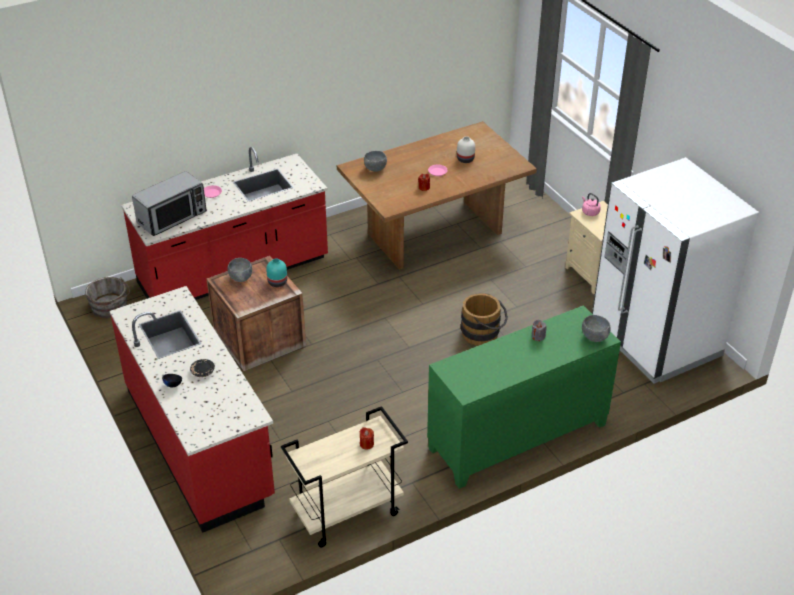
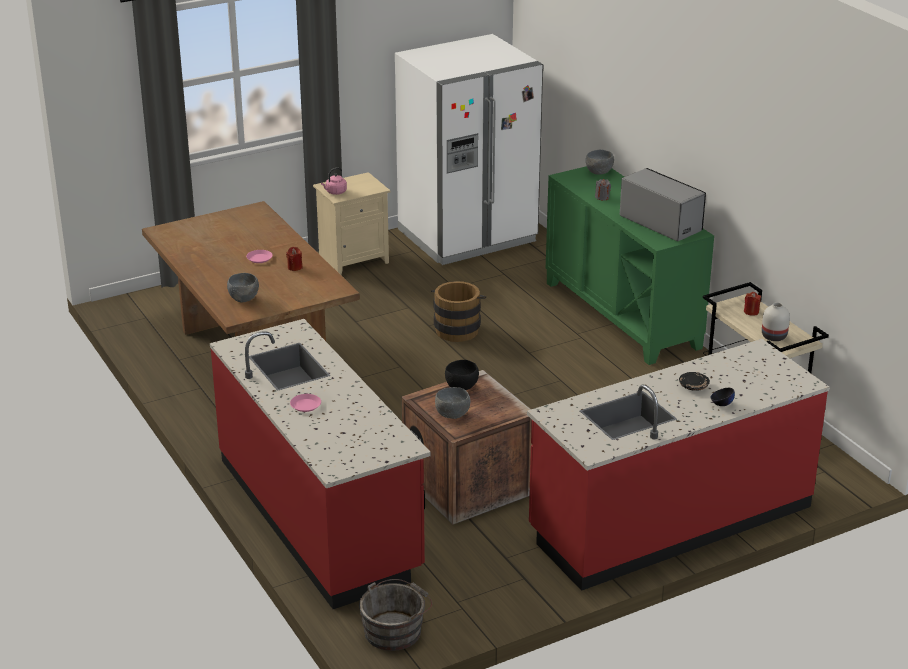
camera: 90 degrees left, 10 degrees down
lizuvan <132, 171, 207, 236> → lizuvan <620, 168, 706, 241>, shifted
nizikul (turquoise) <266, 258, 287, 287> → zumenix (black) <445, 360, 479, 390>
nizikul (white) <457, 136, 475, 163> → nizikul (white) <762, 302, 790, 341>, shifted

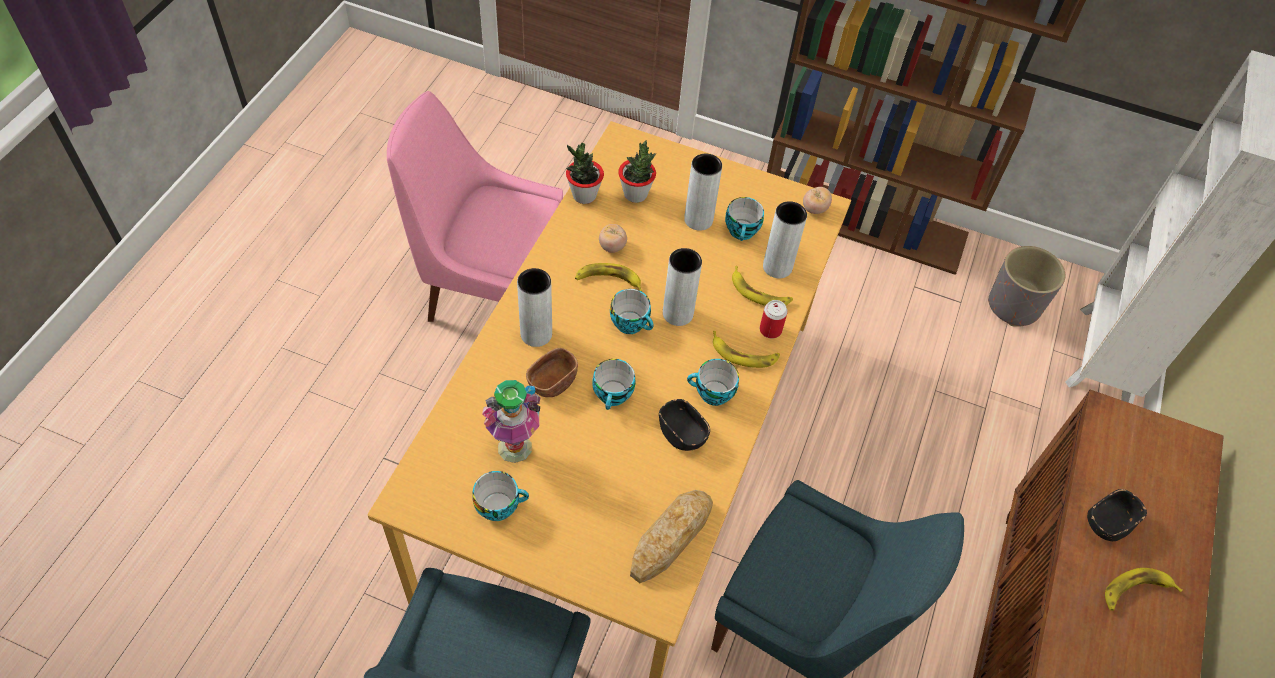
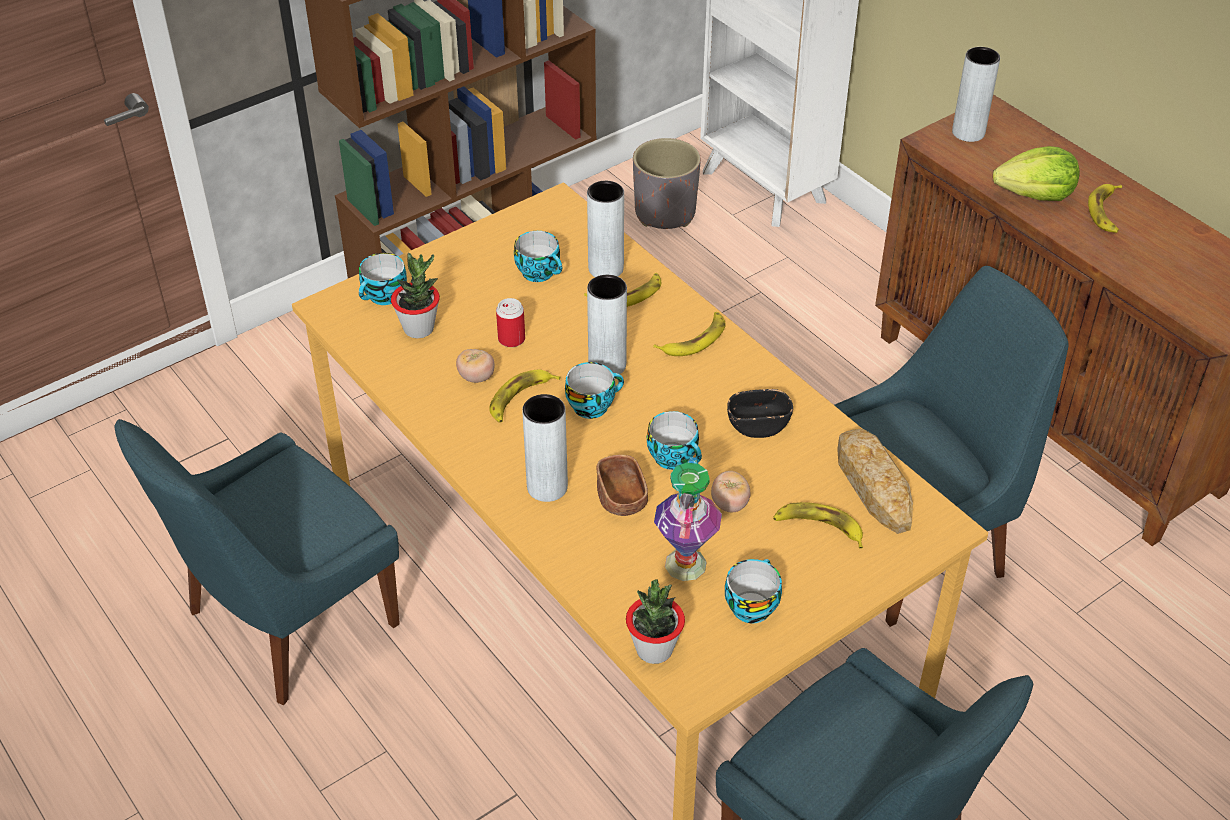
camera: 55 degrees left, 10 degrees down
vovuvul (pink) <387, 91, 563, 322> → vovuvul (blue) <114, 419, 400, 705>
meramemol <566, 142, 604, 204> → meramemol <626, 580, 685, 664>, shifted
nizikul (grey) <684, 154, 722, 231> → nizikul (grey) <952, 47, 1000, 142>, shifted
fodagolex <687, 359, 739, 406> → fodagolex <359, 253, 407, 305>, shifted
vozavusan <760, 300, 788, 339> → vozavusan <496, 298, 525, 347>, shifted
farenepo <803, 187, 832, 214> → farenepo <711, 471, 750, 512>, shifted
zumenix (black) <1087, 489, 1147, 541> → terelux <993, 146, 1080, 201>
- → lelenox <773, 502, 863, 549>

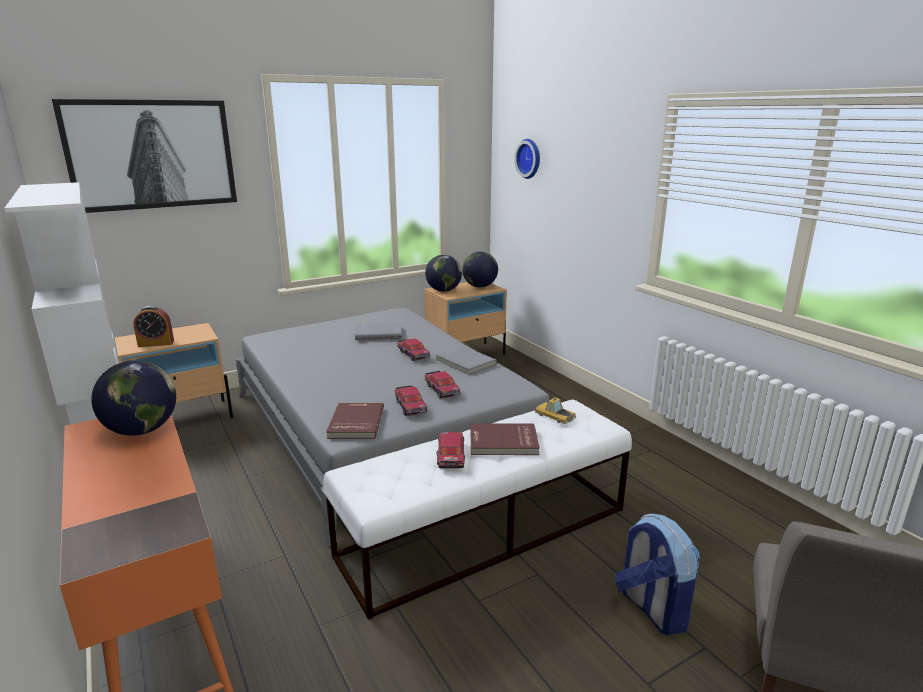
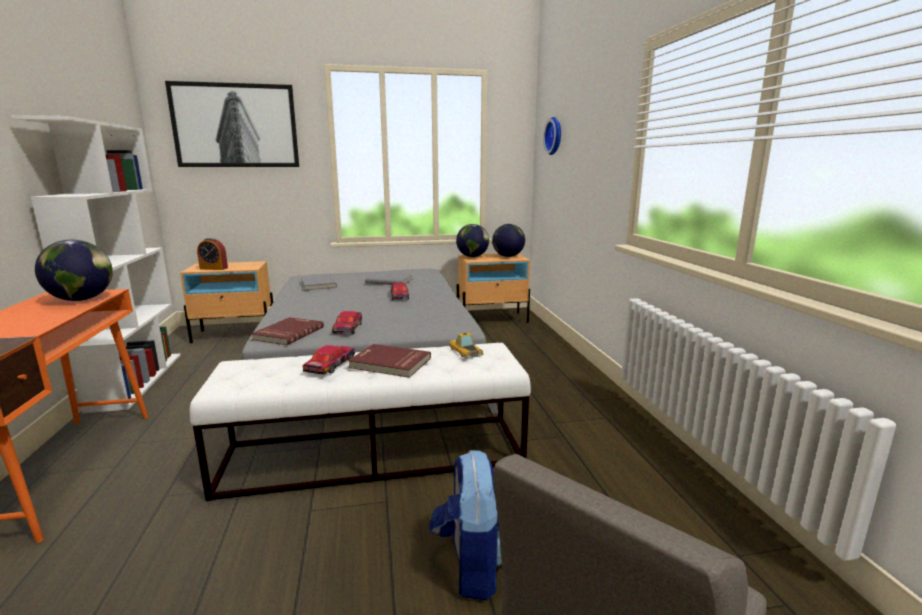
camera: 20 degrees right, 5 degrees down
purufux <425, 371, 461, 399> → -
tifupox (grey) <436, 346, 497, 375> → tifupox (grey) <301, 275, 337, 290>, shifted

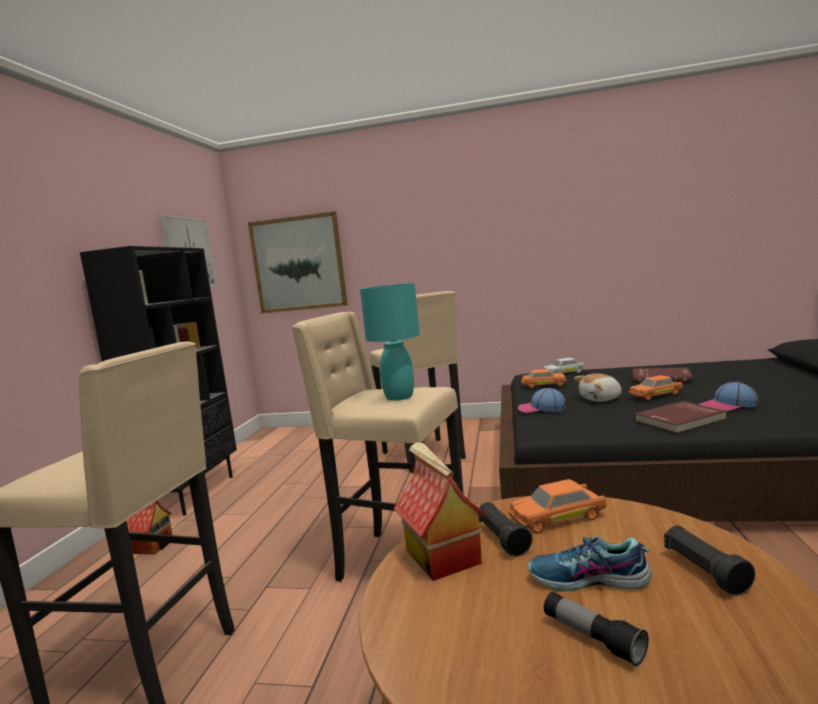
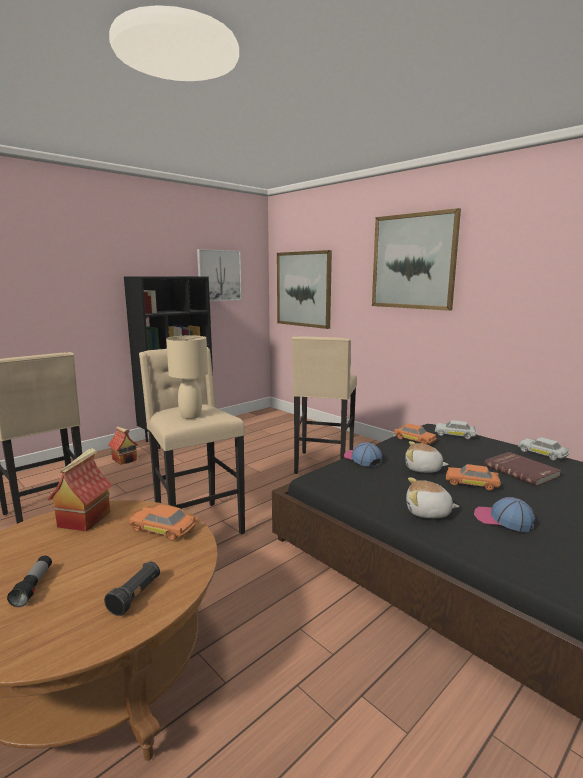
camera: 35 degrees right, 5 degrees up
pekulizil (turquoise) <360, 283, 420, 401> → pekulizil (beige) <166, 335, 208, 419>
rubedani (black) <479, 502, 532, 557> → -
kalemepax <528, 536, 652, 591> → -
tifupox (red) <634, 401, 727, 433> → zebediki <406, 478, 459, 518>
- → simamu <372, 208, 461, 311>
- → purufux (white) <518, 437, 569, 460>

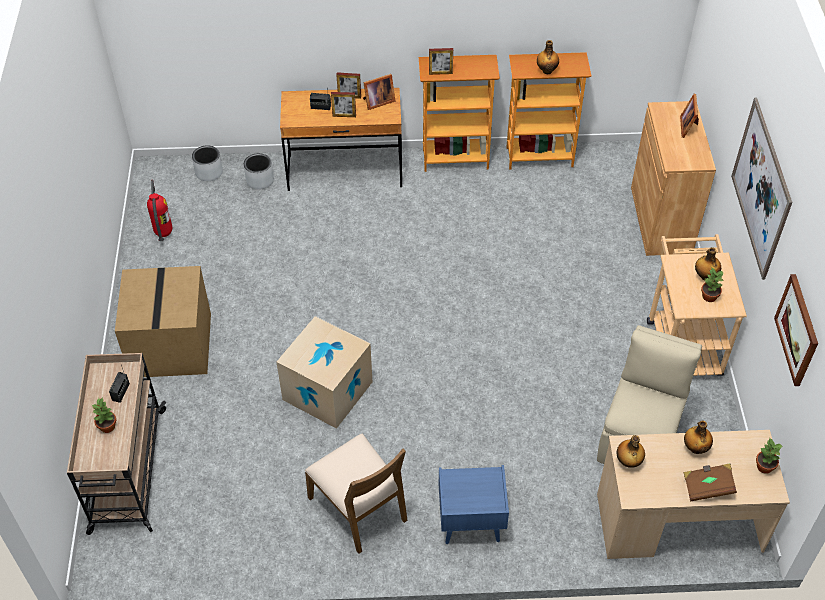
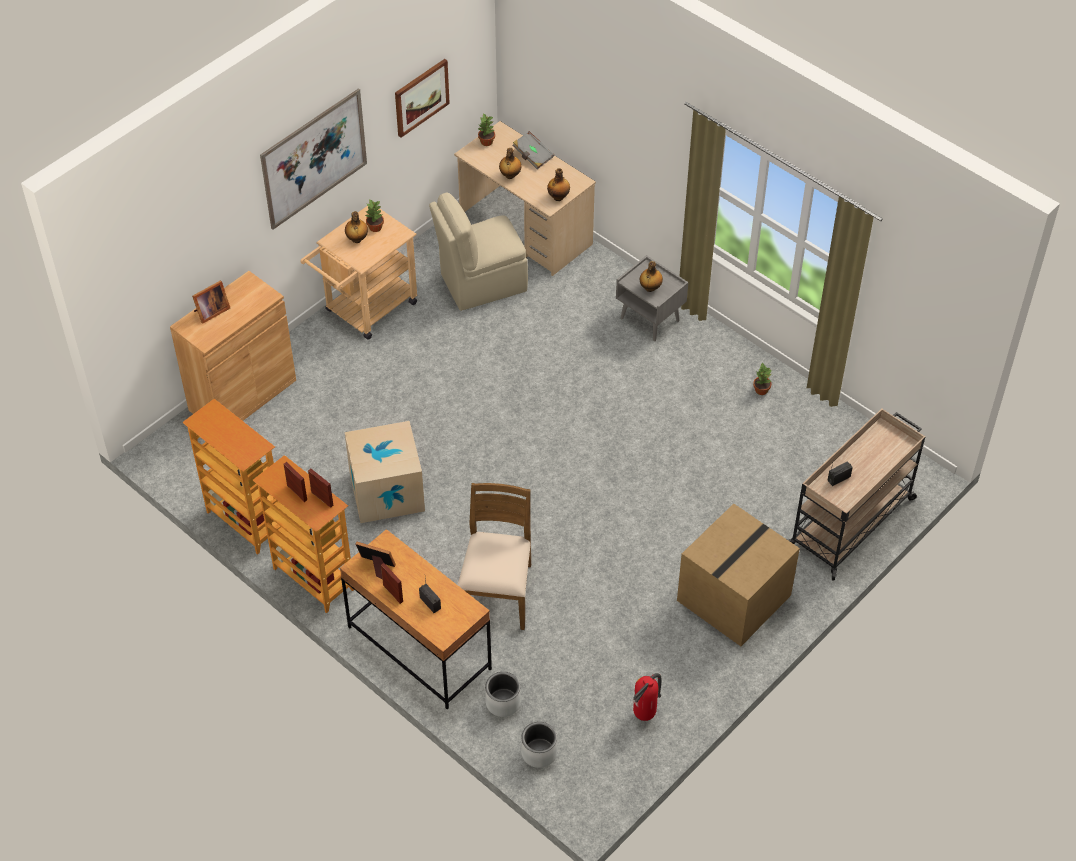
camera: 135 degrees left, 0 degrees up
meramemol <92, 398, 116, 433> → meramemol <753, 363, 772, 395>, shifted
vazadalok <277, 316, 372, 429> → vazadalok <345, 421, 425, 523>, shifted
vovuvul (brown) <305, 434, 408, 554> → vovuvul (brown) <457, 483, 531, 630>, shifted
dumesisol <331, 92, 356, 117> → dumesisol <284, 462, 307, 502>, shifted
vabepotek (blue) <439, 465, 509, 544> → vabepotek (grey) <616, 255, 688, 341>
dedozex <537, 40, 559, 74> → dedozex <640, 261, 663, 292>, shifted
tifupox (brown) <684, 464, 737, 502> → tifupox (grey) <512, 131, 554, 169>

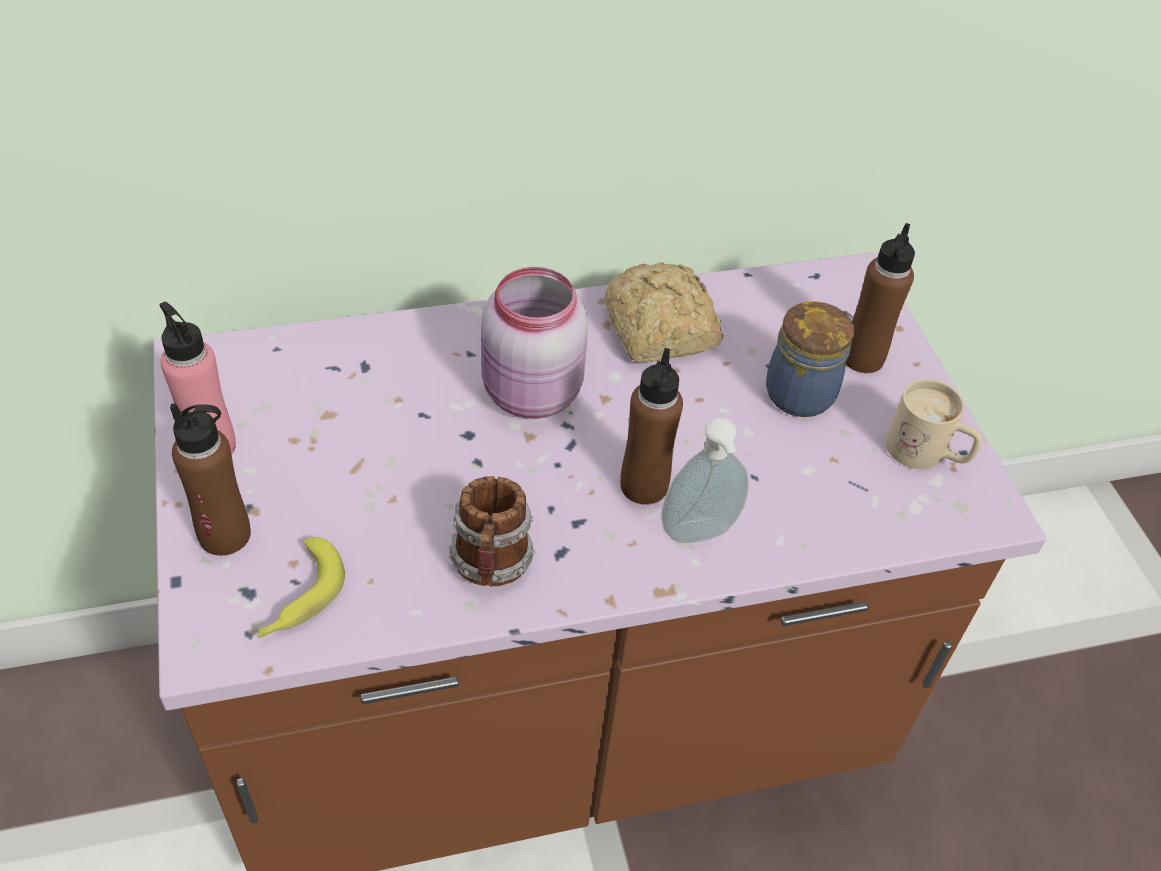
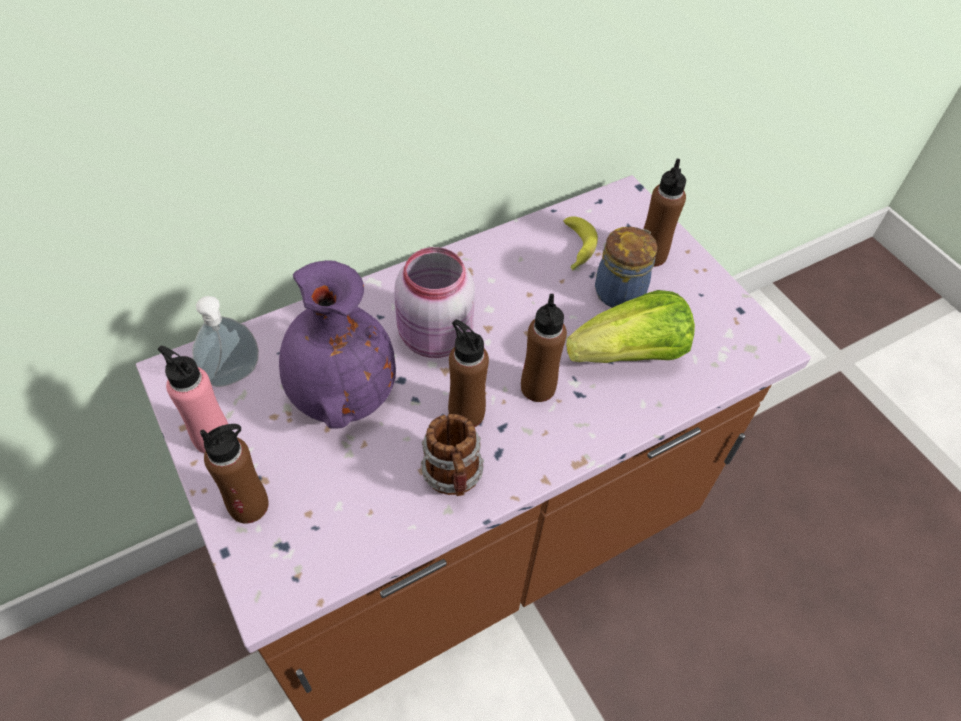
camera: 15 degrees left, 5 degrees up
lelenox <258, 537, 345, 638> → lelenox <563, 216, 598, 270>, shifted
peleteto <604, 263, 724, 362> → -
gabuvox <661, 417, 749, 543> → gabuvox <192, 296, 259, 387>, shifted
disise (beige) <886, 379, 982, 469> → -
- → nizikul (purple) <279, 260, 396, 429>
- → dedozex (brown) <448, 320, 489, 427>
- → terelux <566, 290, 695, 363>

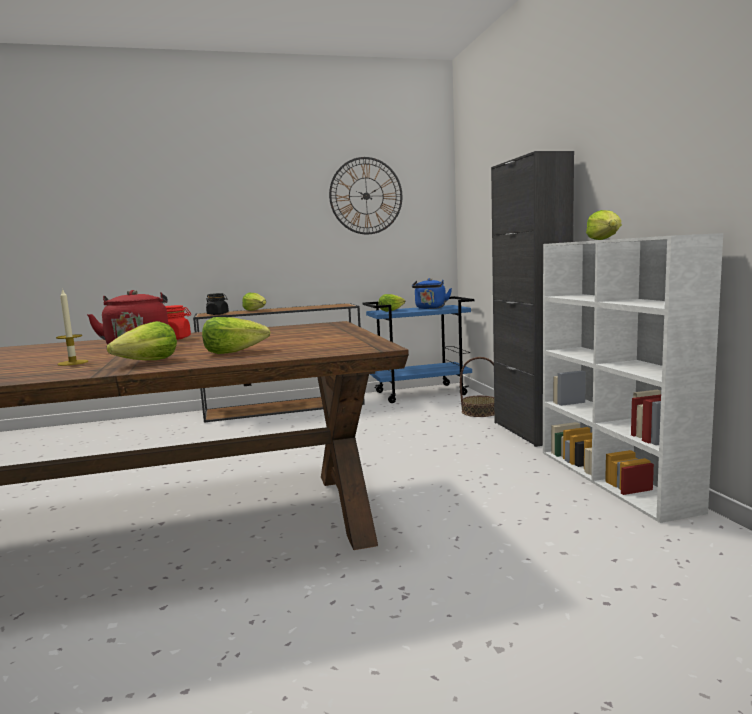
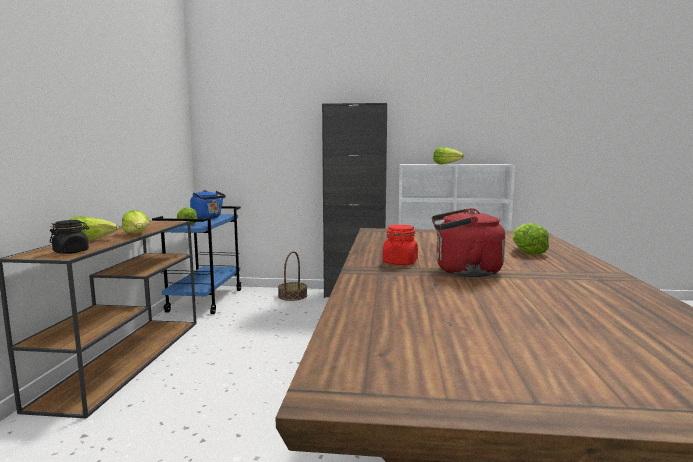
camera: 70 degrees left, 0 degrees up
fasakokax <56, 288, 88, 366> → -
terelux <107, 321, 177, 360> → terelux <122, 210, 149, 234>, shifted
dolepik <329, 157, 402, 234> → -

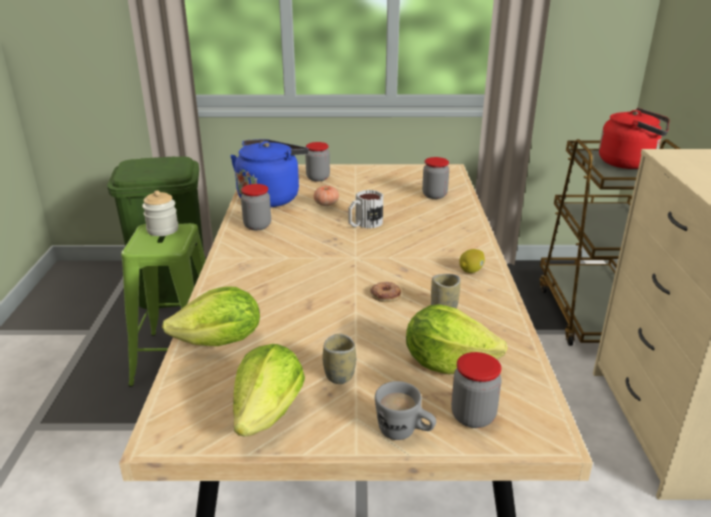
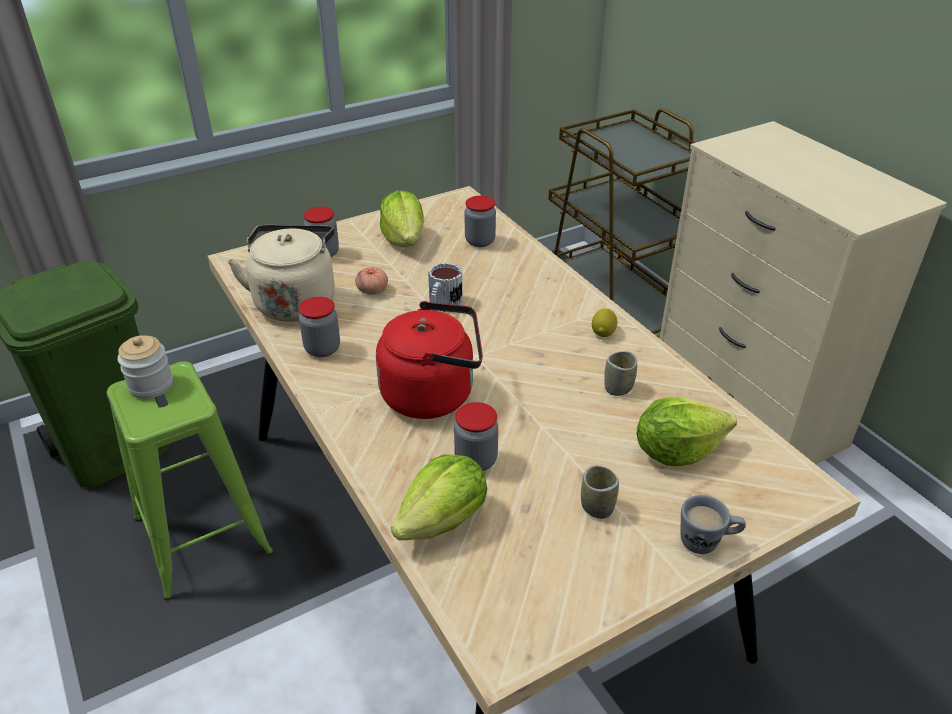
camera: 30 degrees left, 10 degrees up
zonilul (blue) <230, 139, 309, 207> → zonilul (beige) <227, 225, 335, 322>
terelux <233, 344, 305, 437> → terelux <380, 191, 424, 247>, shifted
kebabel <370, 282, 401, 302> → -
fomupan <451, 352, 502, 428> → fomupan <454, 402, 498, 471>, shifted
zonilul (red) <599, 108, 669, 169> → zonilul (red) <376, 301, 483, 419>, shifted

